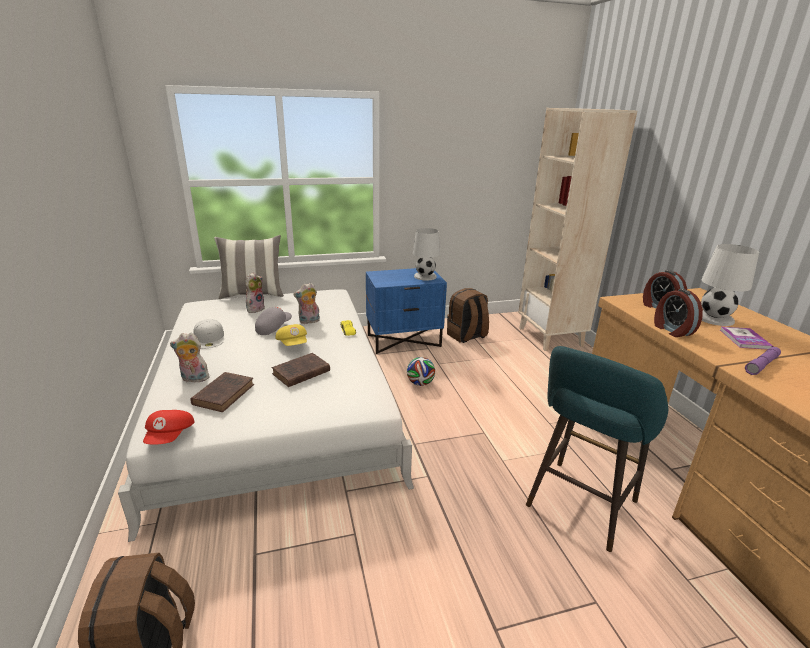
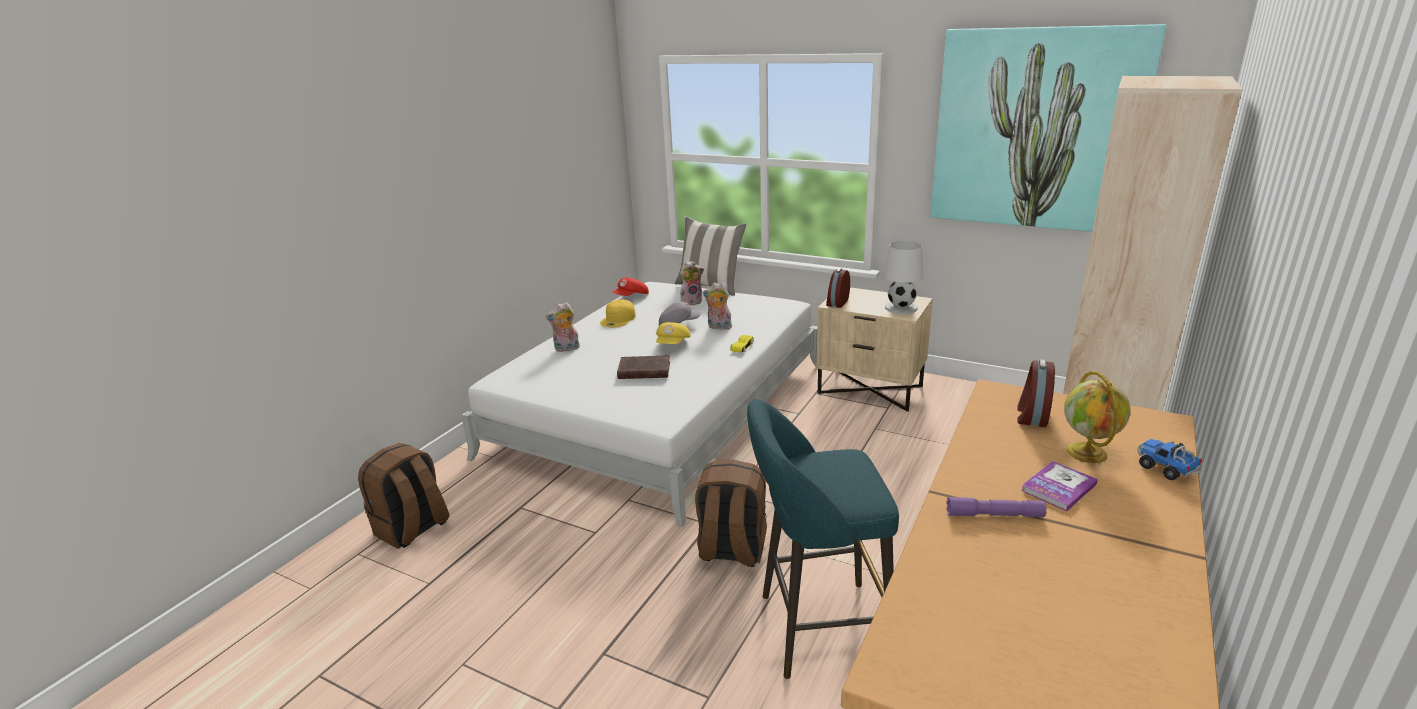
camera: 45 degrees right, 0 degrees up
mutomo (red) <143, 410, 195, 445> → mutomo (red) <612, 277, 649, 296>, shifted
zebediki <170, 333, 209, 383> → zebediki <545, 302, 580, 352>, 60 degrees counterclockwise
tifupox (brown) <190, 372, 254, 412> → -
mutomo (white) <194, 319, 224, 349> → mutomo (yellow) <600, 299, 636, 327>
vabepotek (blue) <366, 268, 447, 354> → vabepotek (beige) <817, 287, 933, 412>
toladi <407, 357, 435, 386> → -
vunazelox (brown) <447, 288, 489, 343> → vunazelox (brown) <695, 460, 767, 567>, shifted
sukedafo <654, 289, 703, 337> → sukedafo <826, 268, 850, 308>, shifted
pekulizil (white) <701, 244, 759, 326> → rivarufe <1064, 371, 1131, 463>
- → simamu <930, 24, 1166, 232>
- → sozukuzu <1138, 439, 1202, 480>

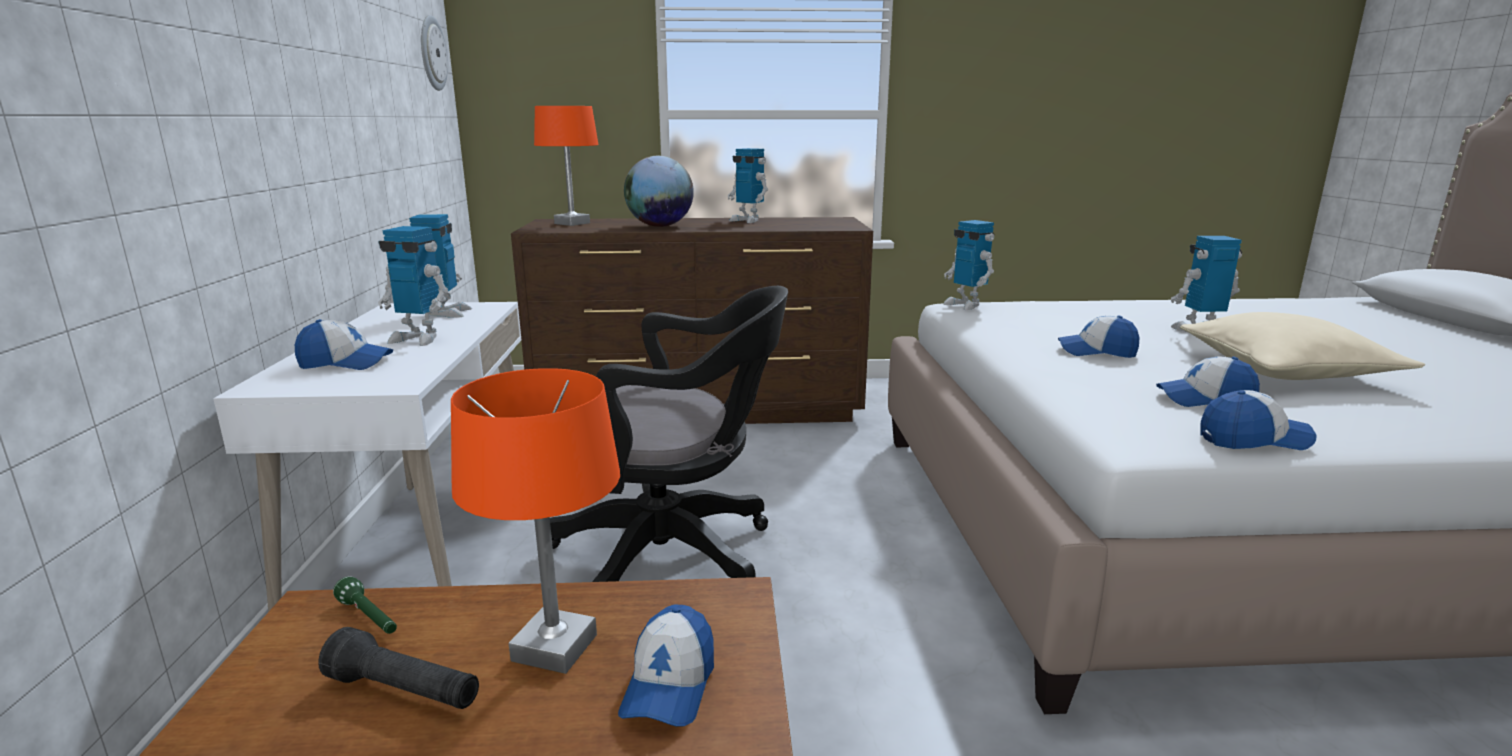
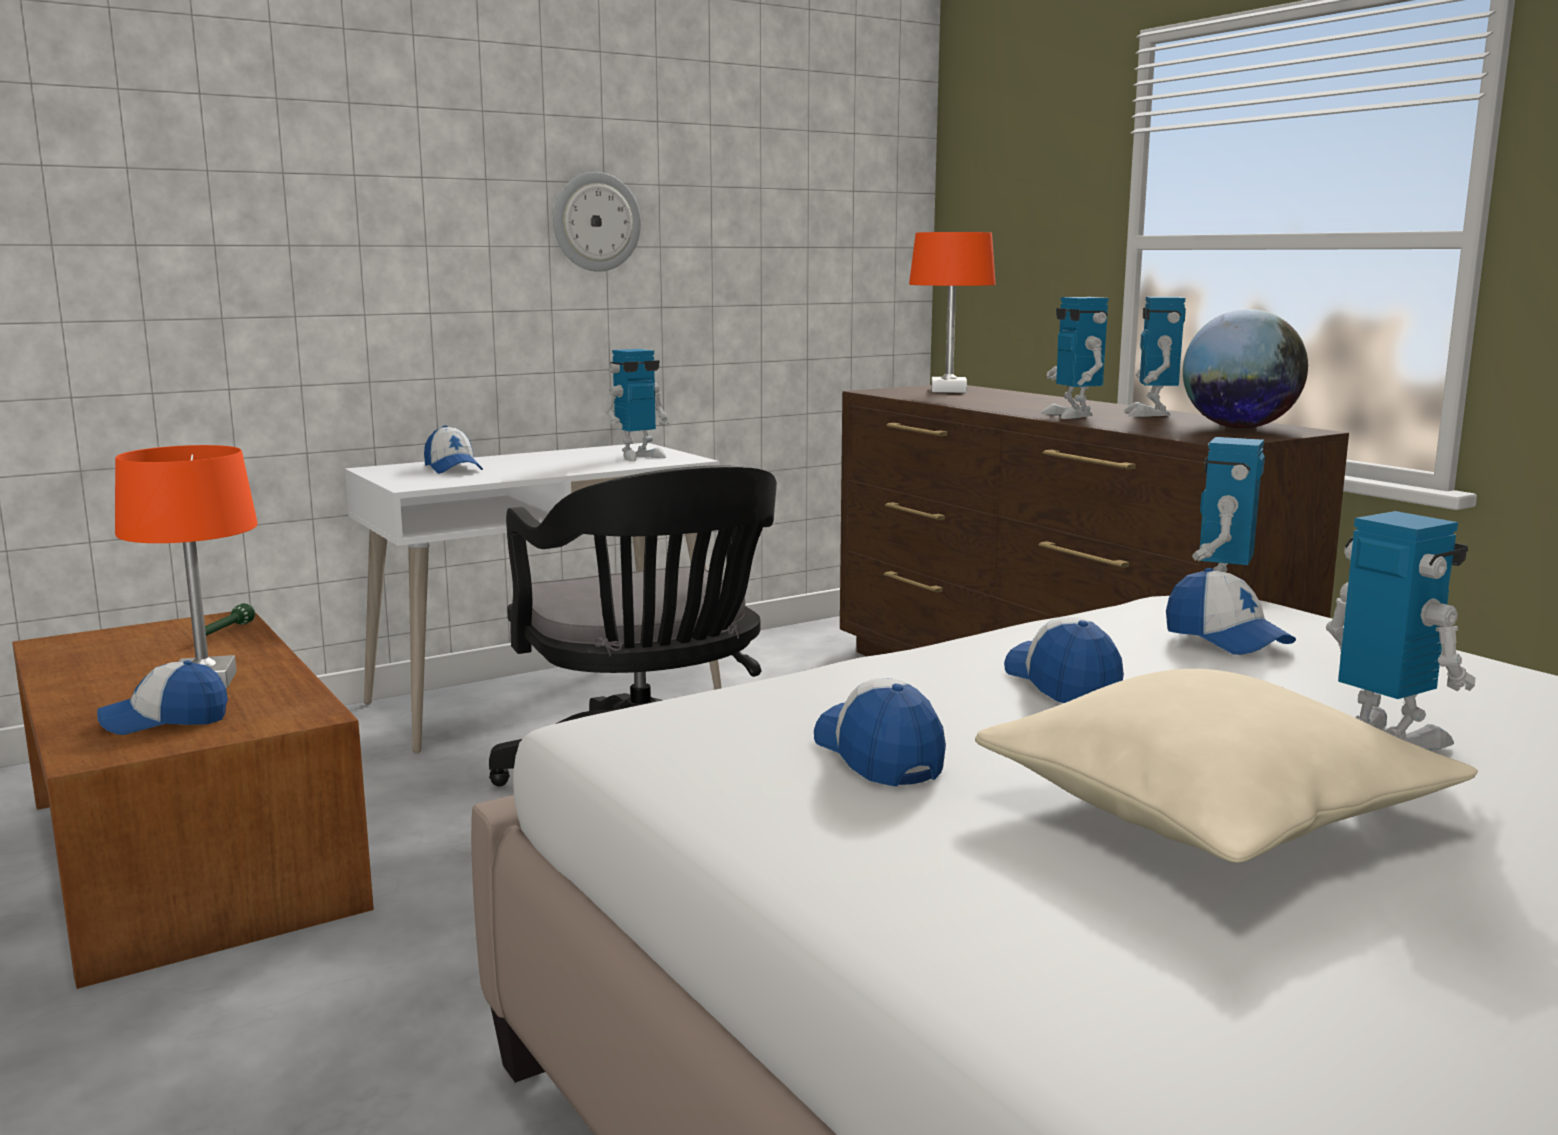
camera: 60 degrees right, 5 degrees down
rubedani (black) <318, 627, 479, 709> → -
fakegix <378, 226, 448, 346> → fakegix <1041, 297, 1108, 419>, shifted
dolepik <421, 15, 448, 91> → dolepik <553, 172, 641, 272>, shifted
rivarufe <624, 156, 694, 227> → rivarufe <1183, 309, 1308, 429>, shifted
mutomo <1200, 390, 1316, 450> → mutomo <1166, 568, 1296, 655>, shifted

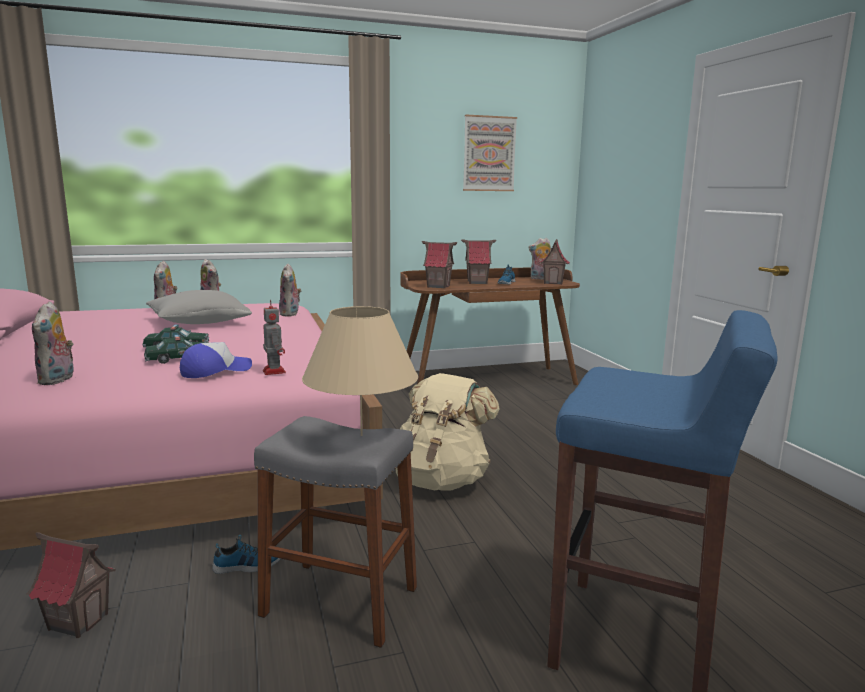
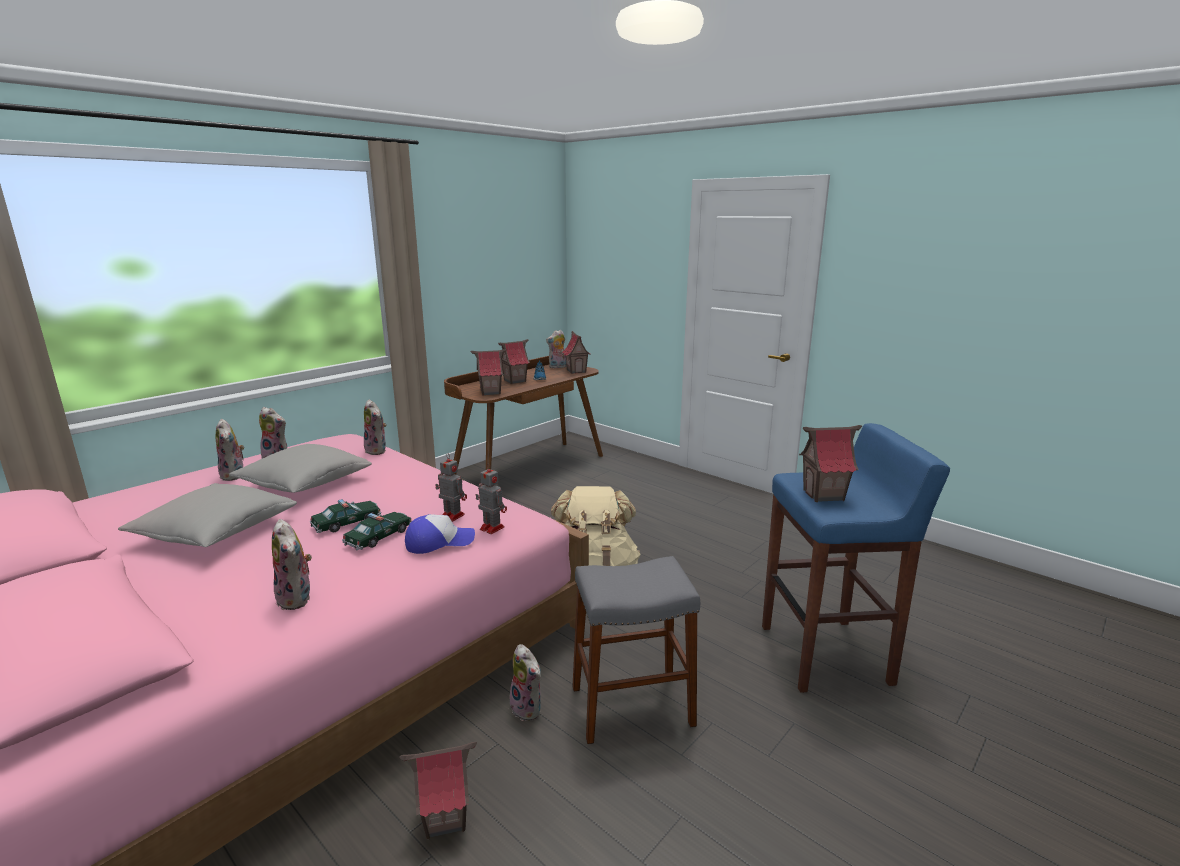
camera: 30 degrees left, 5 degrees up
mutomo <180, 342, 252, 378> → mutomo <405, 514, 475, 554>, 45 degrees clockwise
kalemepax <212, 535, 281, 574> → zebediki <510, 644, 541, 721>
pekulizil (beige) <302, 306, 418, 436> → -
simamu <463, 115, 517, 191> → -
- → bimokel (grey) <118, 483, 297, 547>
- → fakegix <435, 453, 467, 522>
- → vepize <799, 425, 862, 502>

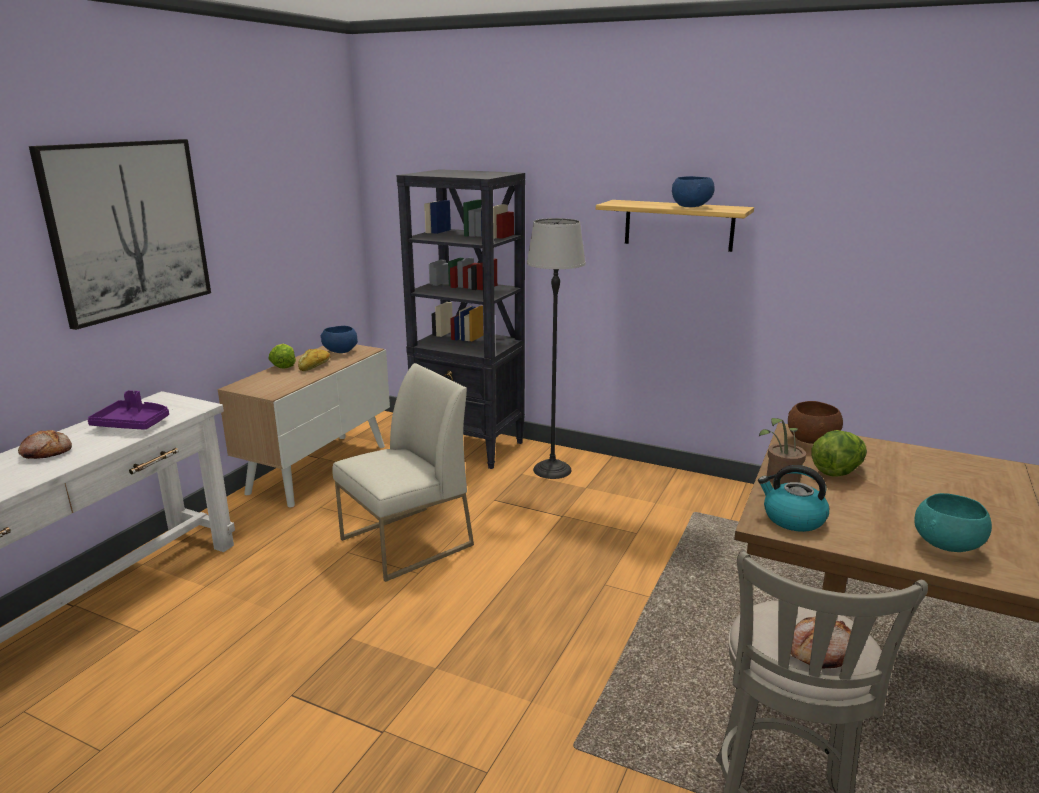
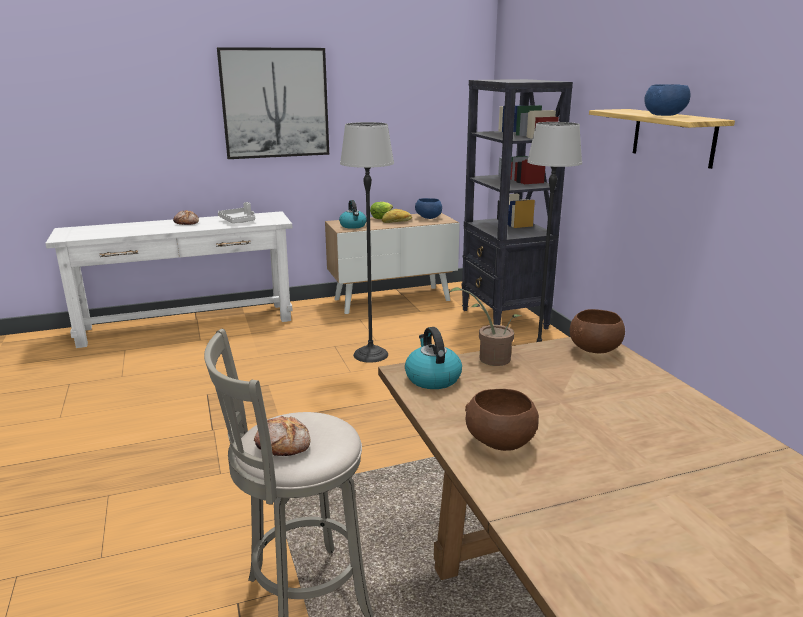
camera: 45 degrees right, 0 degrees up
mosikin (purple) <88, 390, 169, 430> → mosikin (grey) <218, 202, 255, 223>
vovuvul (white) <332, 363, 474, 582> → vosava <340, 122, 394, 363>
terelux <811, 430, 867, 477> → -
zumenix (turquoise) <914, 493, 992, 552> → zumenix (brown) <465, 389, 539, 451>
- → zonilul <339, 200, 366, 229>

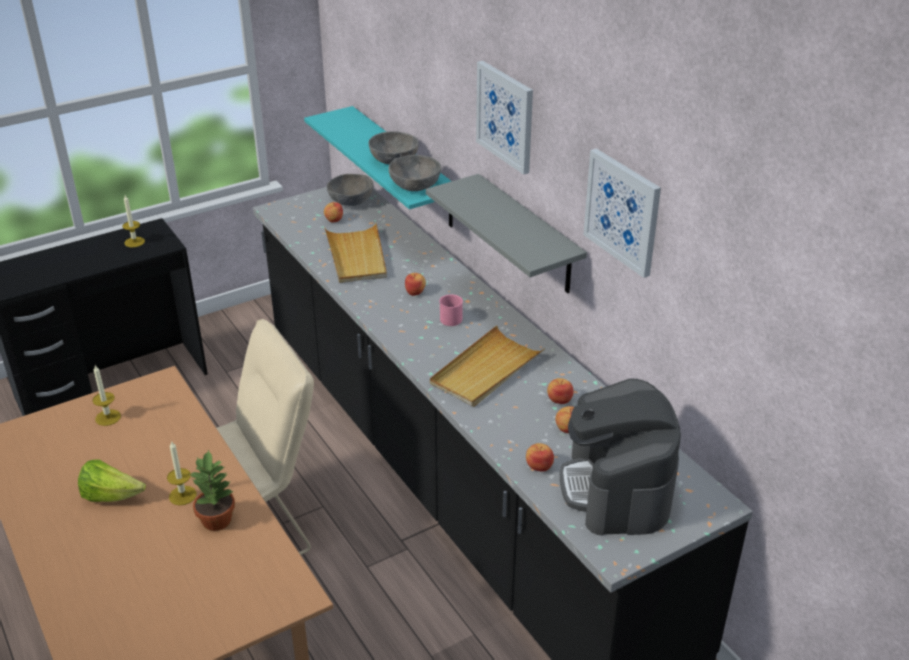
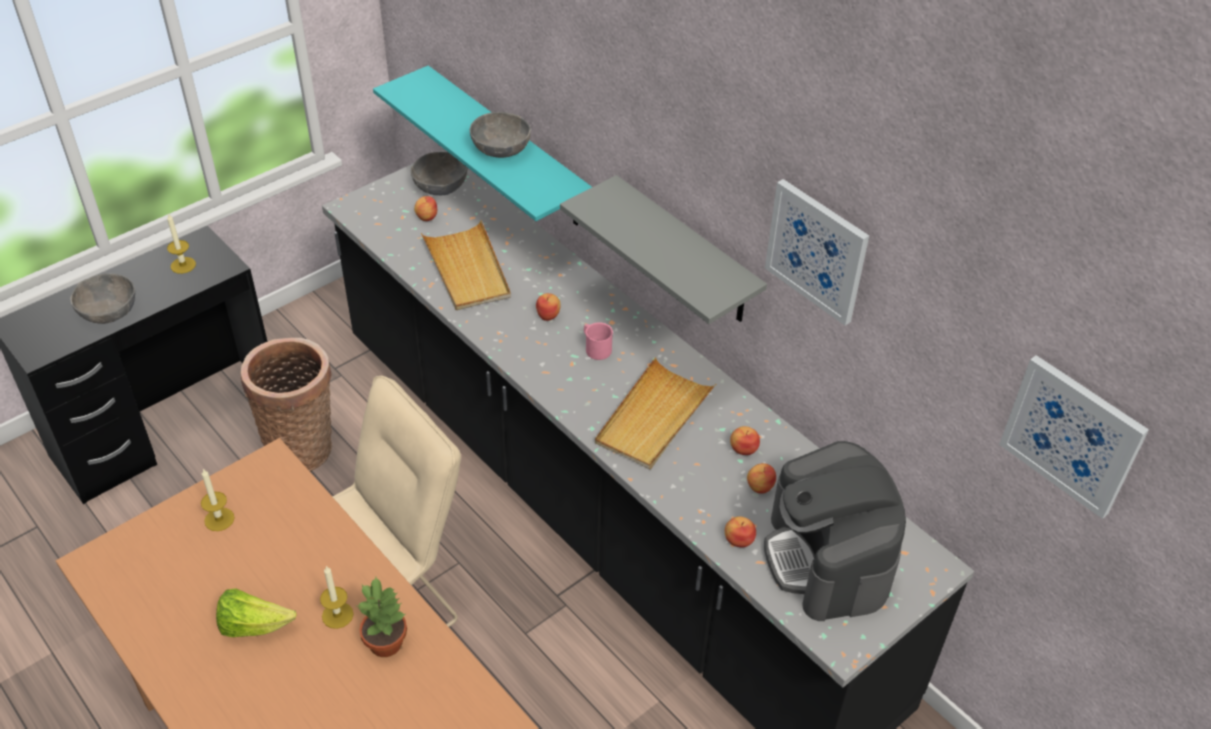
camera: 10 degrees left, 10 degrees up
zumenix (grey) <389, 155, 442, 191> → zumenix (grey) <70, 273, 135, 324>, shifted
simamu <476, 61, 533, 175> → simamu <999, 355, 1149, 519>, shifted
- → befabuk <241, 338, 332, 471>

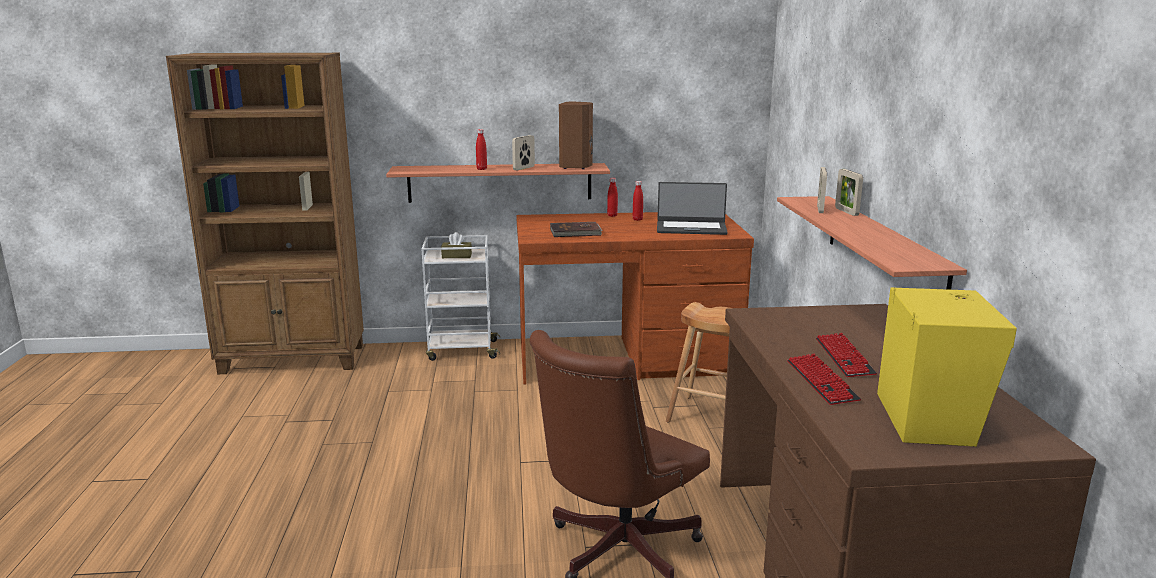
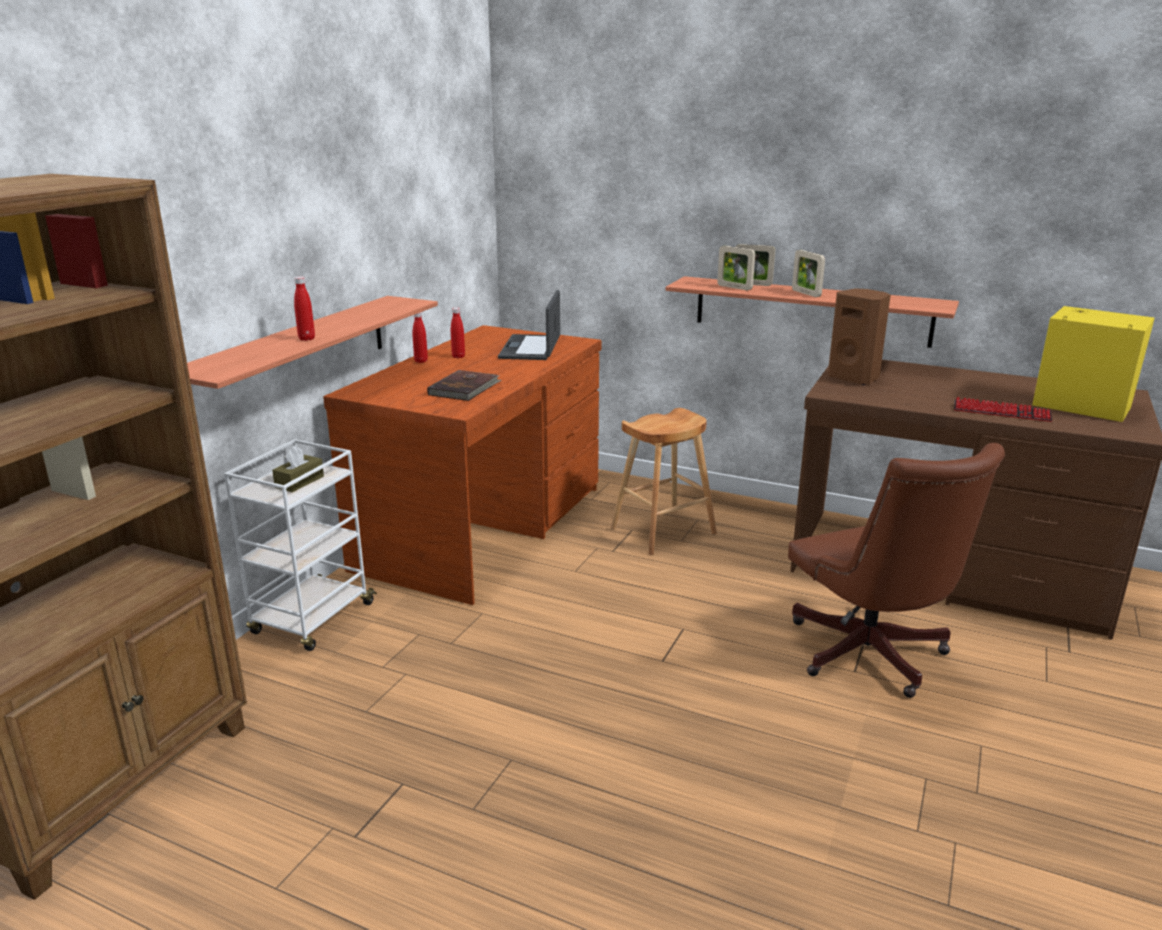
camera: 60 degrees left, 5 degrees up
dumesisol <512, 135, 535, 171> → dumesisol <792, 250, 825, 297>, shifted
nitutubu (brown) <559, 101, 593, 169> → nitutubu (brown) <828, 289, 891, 385>, shifted
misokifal <657, 182, 728, 235> → misokifal <498, 290, 560, 360>, 150 degrees clockwise
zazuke <816, 333, 877, 377> → -

